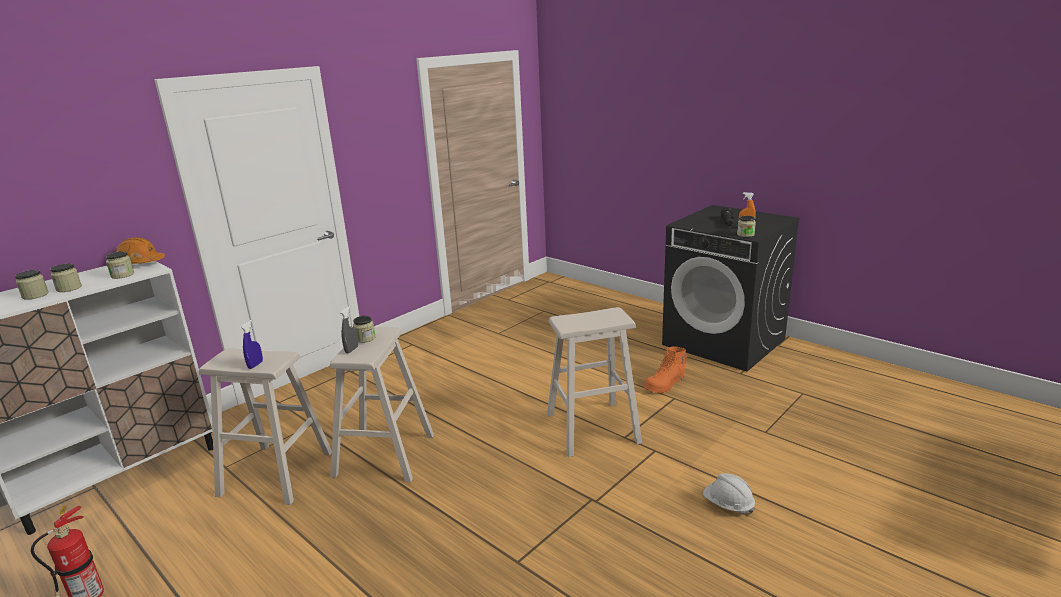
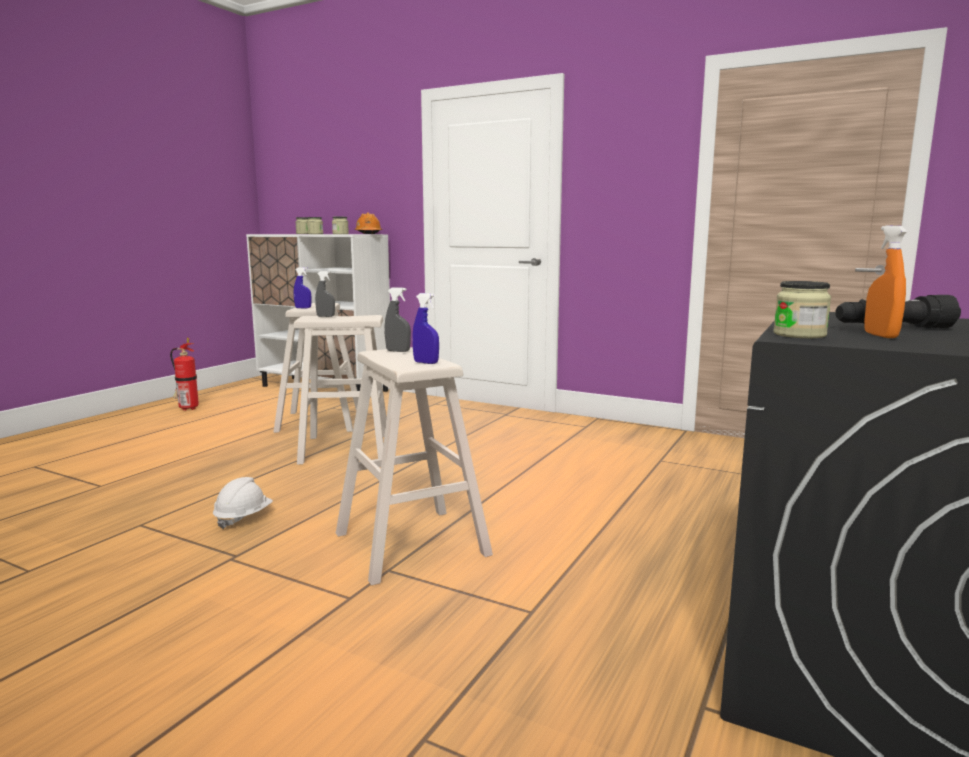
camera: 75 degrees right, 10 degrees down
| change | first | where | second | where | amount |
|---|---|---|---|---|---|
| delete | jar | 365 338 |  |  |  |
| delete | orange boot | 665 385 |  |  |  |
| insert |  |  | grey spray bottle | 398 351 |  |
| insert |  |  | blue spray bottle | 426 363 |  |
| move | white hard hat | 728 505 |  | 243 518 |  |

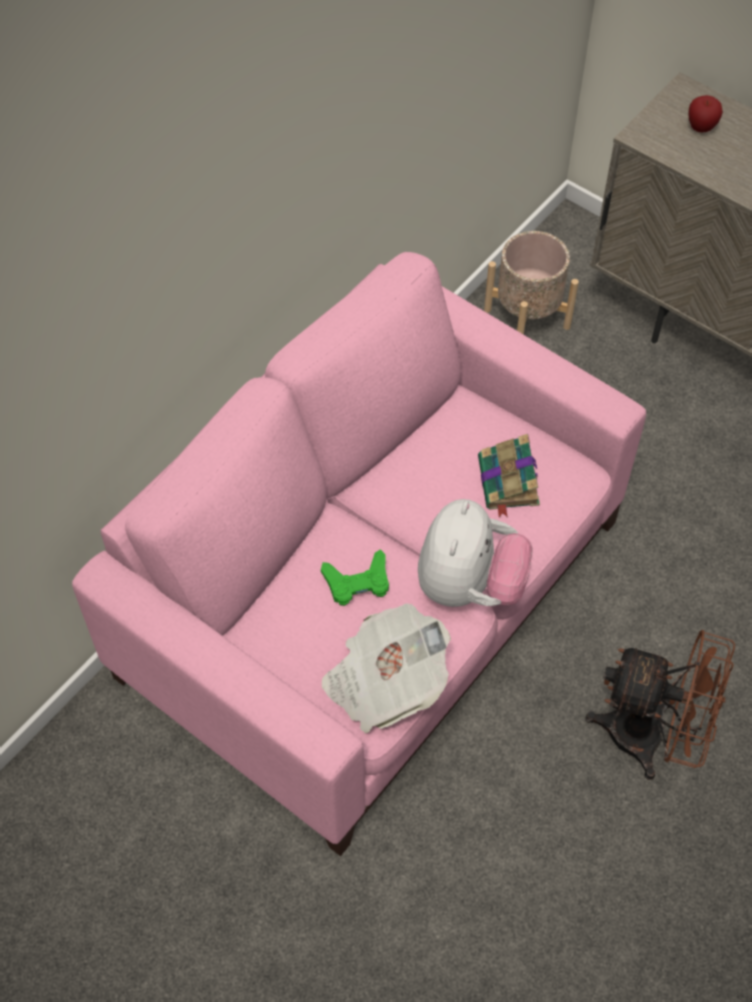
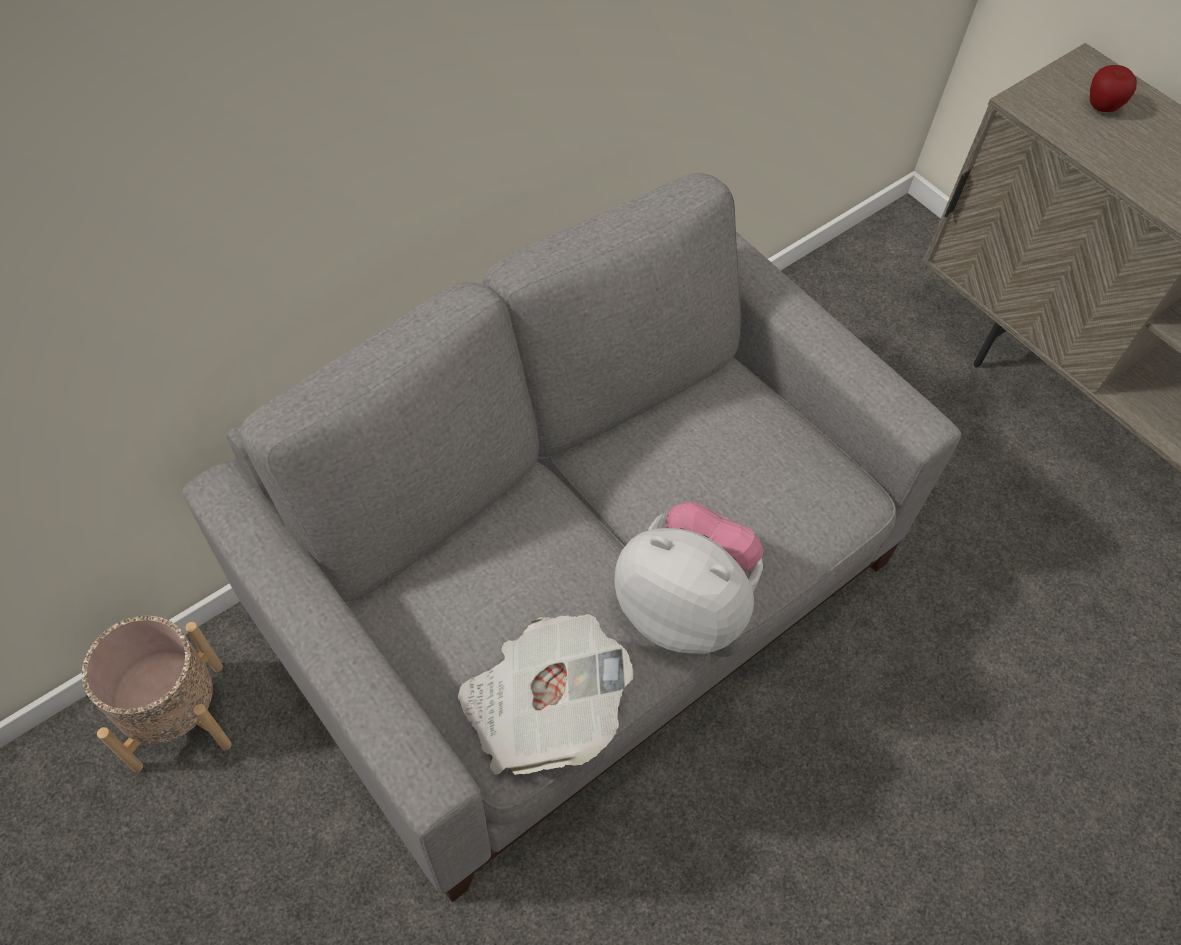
camera: 10 degrees right, 0 degrees up
| change | first | where | second | where | amount |
|---|---|---|---|---|---|
| delete | green game controller | 357 582 |  |  |  |
| delete | book | 508 483 |  |  |  |
| delete | brown fan | 652 737 |  |  |  |
| move | beige planter | 526 318 |  | 177 716 |  |
| recolor | pink sofa | 375 598 | grey sofa | 581 589 |  |
| rotate | plush toy | 469 585 |  | 684 605 | 90 degrees counterclockwise |

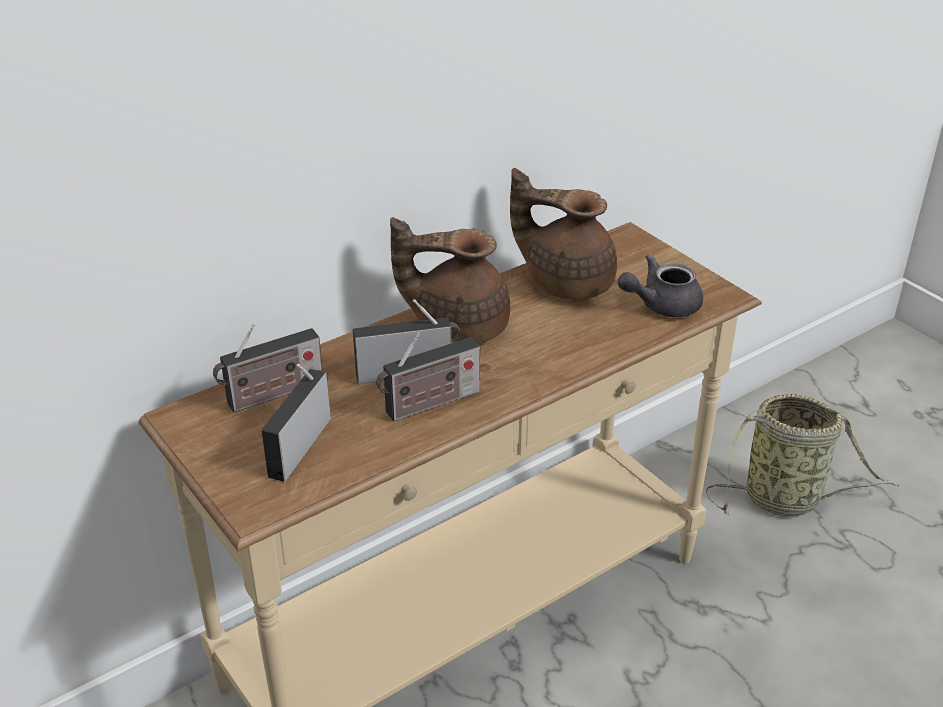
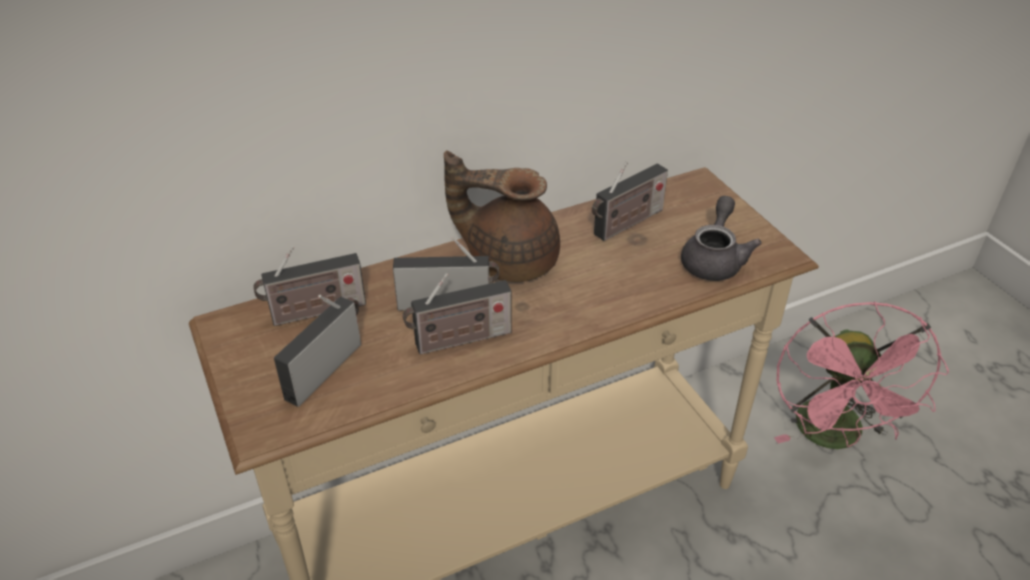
camera: 10 degrees right, 5 degrees up
| change | first | where | second | where | amount |
|---|---|---|---|---|---|
| replace | brown teapot | 566 282 | radio | 626 224 |  |
| replace | basket | 787 499 | pink fan | 834 437 |  |
| rotate | grey teapot | 661 305 |  | 714 259 | 120 degrees clockwise |

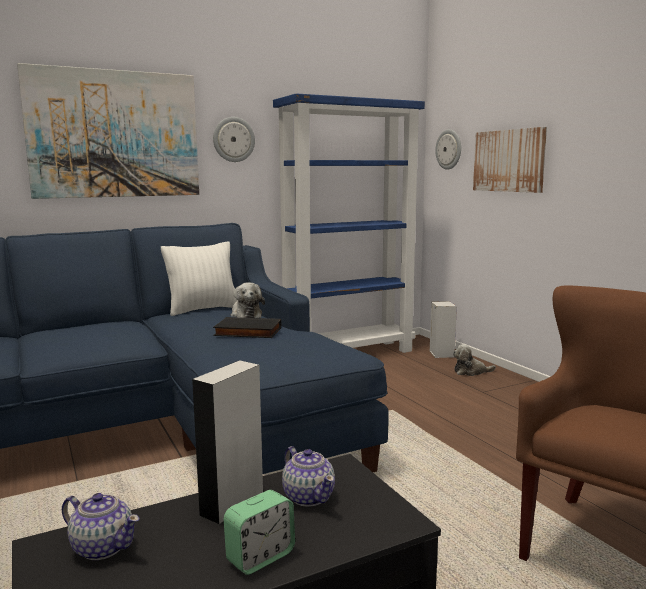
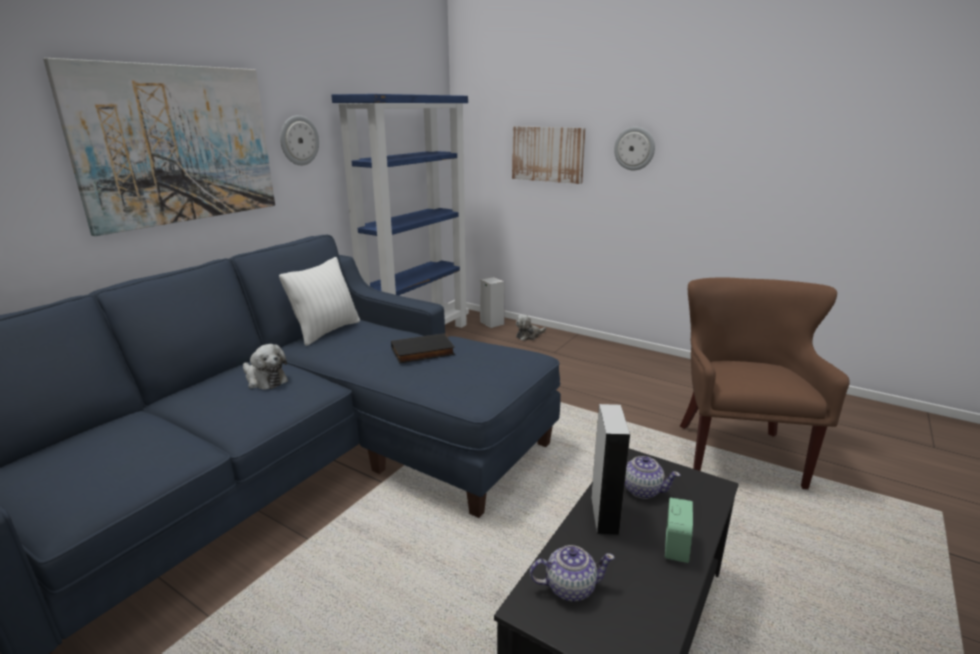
camera: 30 degrees left, 10 degrees up
| change | first | where | second | where | amount |
|---|---|---|---|---|---|
| move | plush toy | 245 315 |  | 265 380 |  |
| move | wall clock | 449 149 |  | 634 148 |  |

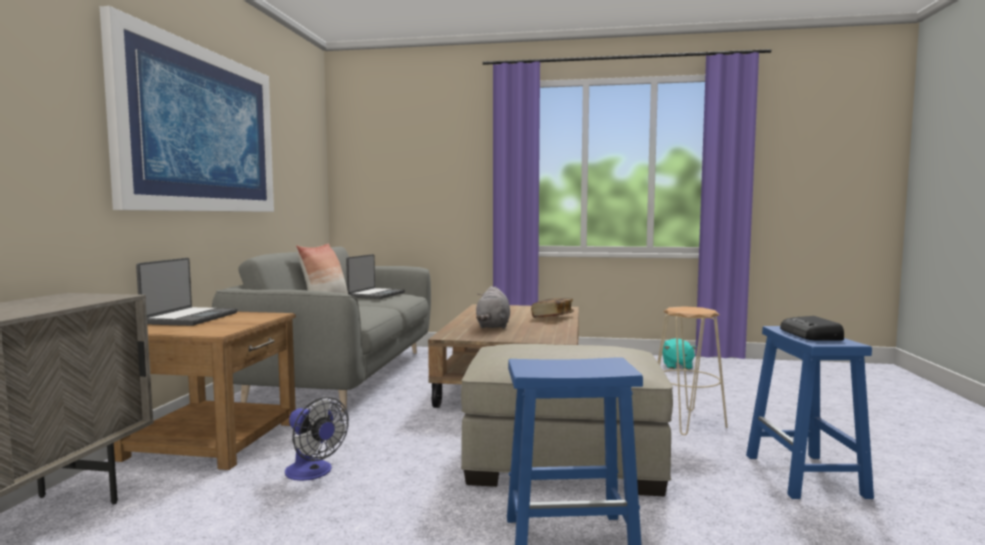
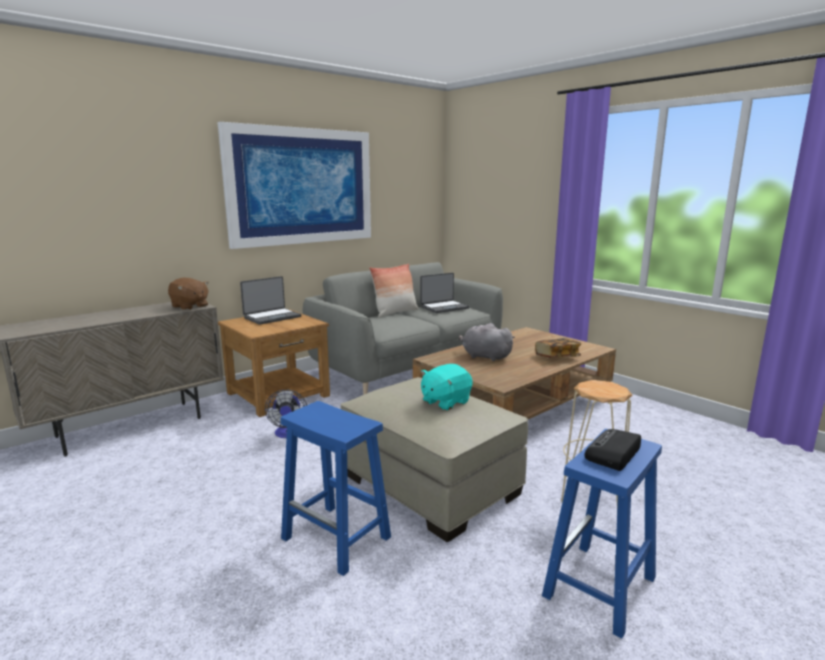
camera: 40 degrees right, 10 degrees up
| change | first | where | second | where | amount |
|---|---|---|---|---|---|
| insert |  |  | brown plush toy | 189 306 |  |
| move | turquoise plush toy | 677 366 |  | 445 402 |  |
| rotate | grey plush toy | 493 326 |  | 484 356 | 75 degrees clockwise |

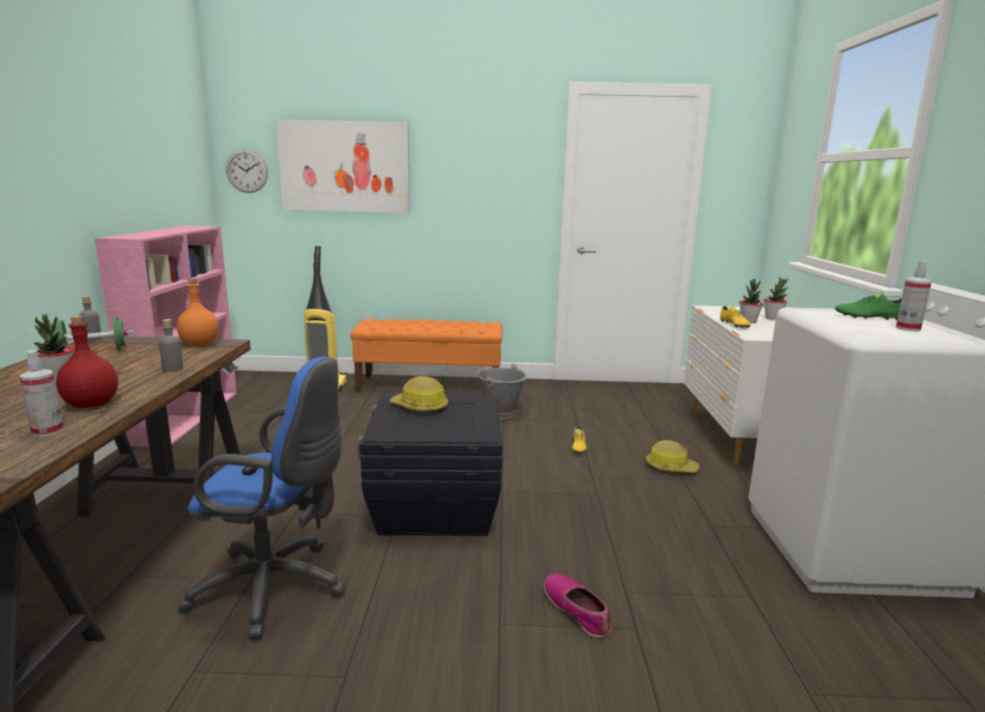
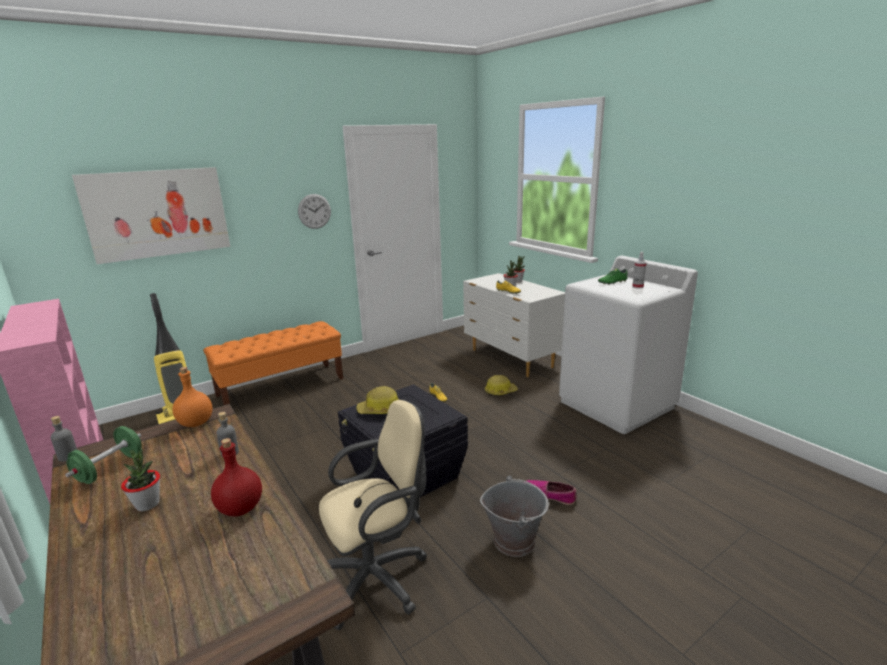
camera: 35 degrees left, 5 degrees up
| change | first | where | second | where | amount |
|---|---|---|---|---|---|
| delete | spray bottle | 47 432 |  |  |  |
| move | wall clock | 247 171 |  | 314 211 |  |
| move | grey bucket | 500 413 |  | 514 540 |  |
| recolor | blue office chair | 276 589 | beige office chair | 378 578 |  |

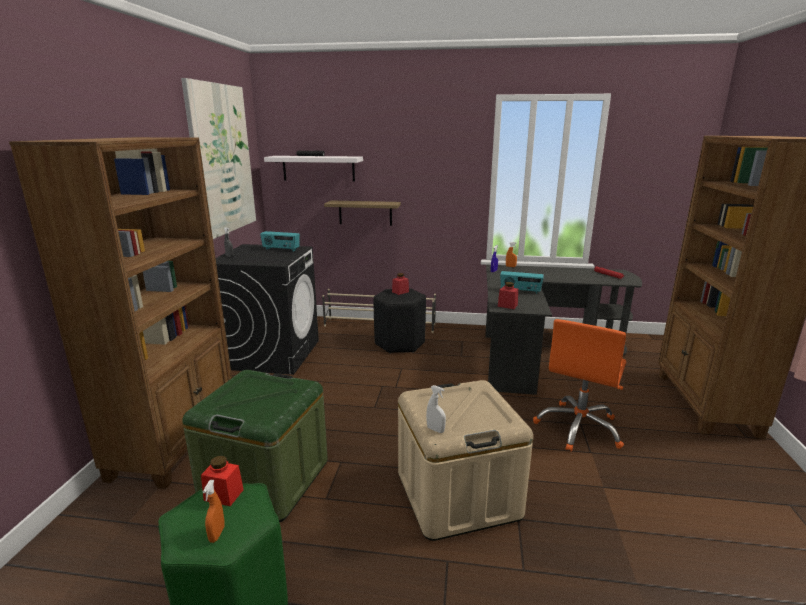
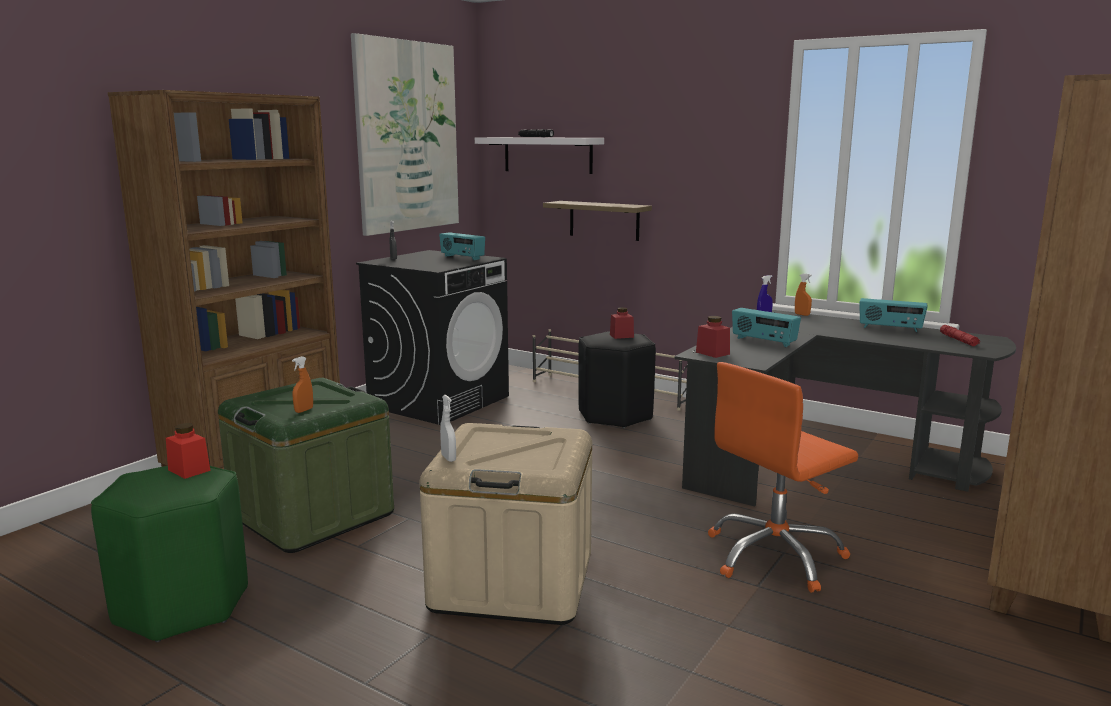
camera: 25 degrees right, 5 degrees down
| change | first | where | second | where | amount |
|---|---|---|---|---|---|
| insert |  |  | radio | 890 328 |  |
| move | orange spray bottle | 217 534 |  | 304 410 |  |

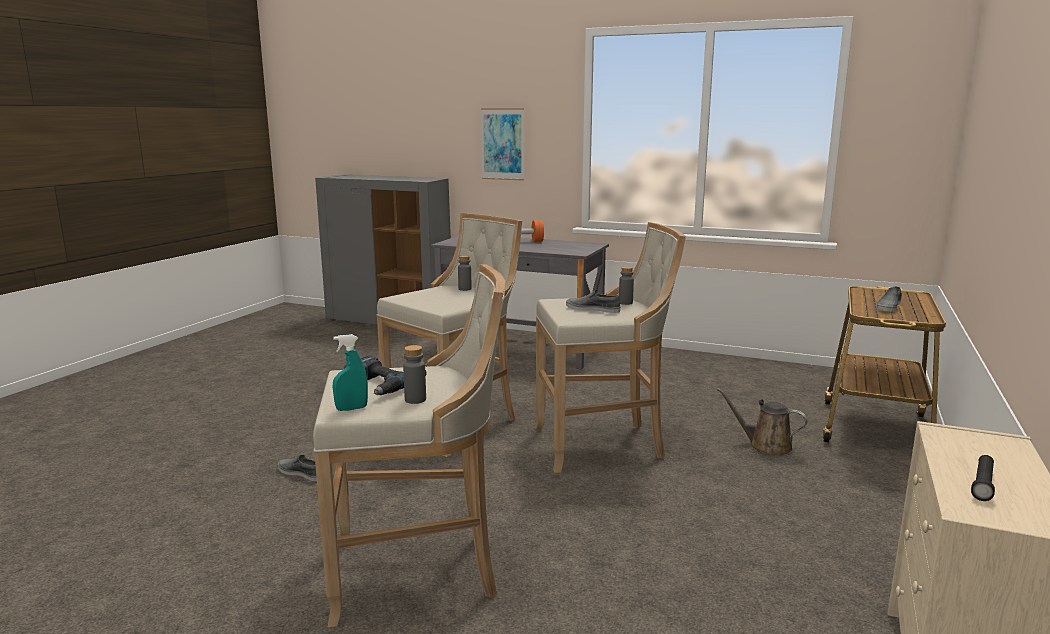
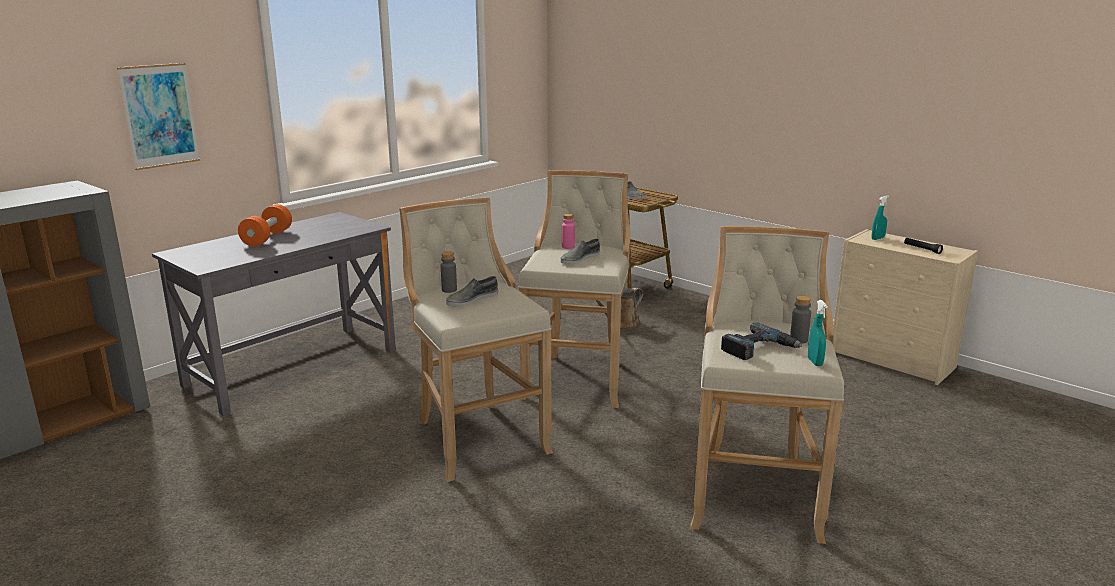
camera: 70 degrees left, 5 degrees up
| change | first | where | second | where | amount |
|---|---|---|---|---|---|
| insert |  |  | turquoise spray bottle | 877 238 |  |
| move | grey shoe | 301 473 |  | 472 299 |  |
| recolor | grey bottle | 625 303 | pink bottle | 568 247 |  |

